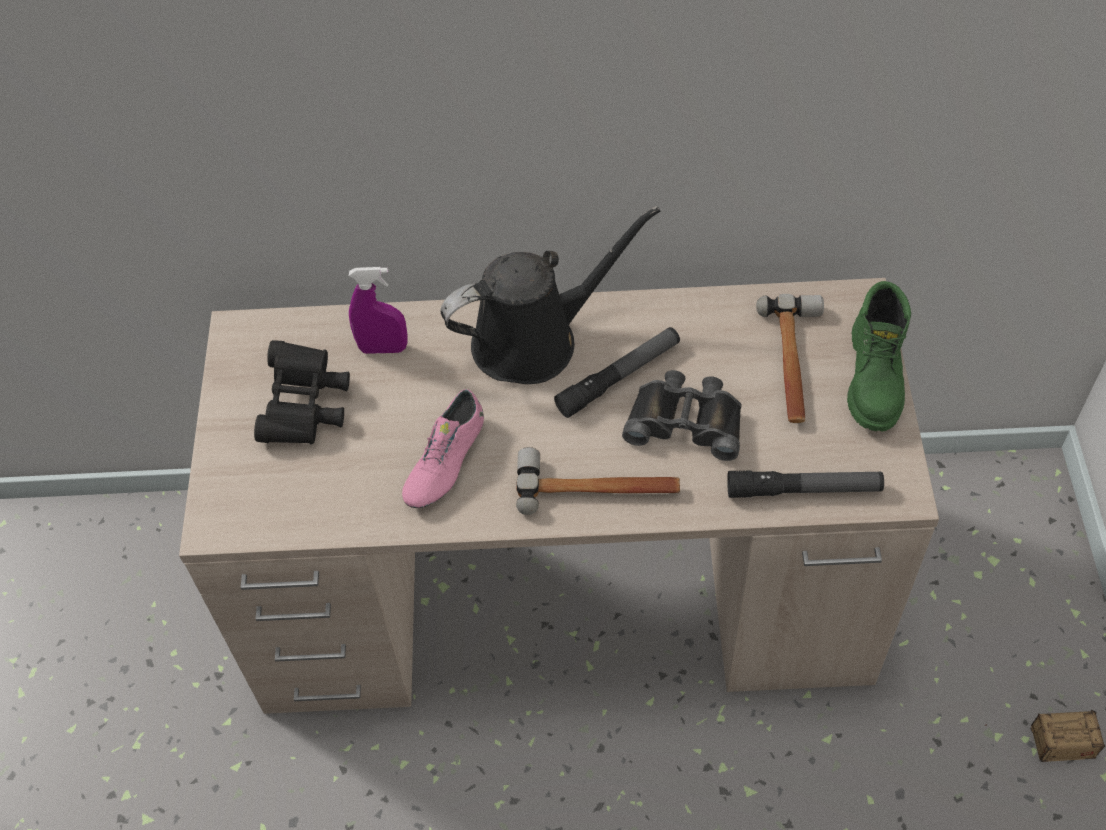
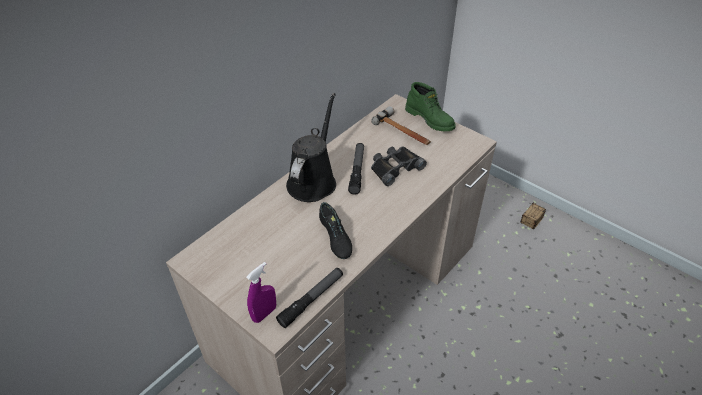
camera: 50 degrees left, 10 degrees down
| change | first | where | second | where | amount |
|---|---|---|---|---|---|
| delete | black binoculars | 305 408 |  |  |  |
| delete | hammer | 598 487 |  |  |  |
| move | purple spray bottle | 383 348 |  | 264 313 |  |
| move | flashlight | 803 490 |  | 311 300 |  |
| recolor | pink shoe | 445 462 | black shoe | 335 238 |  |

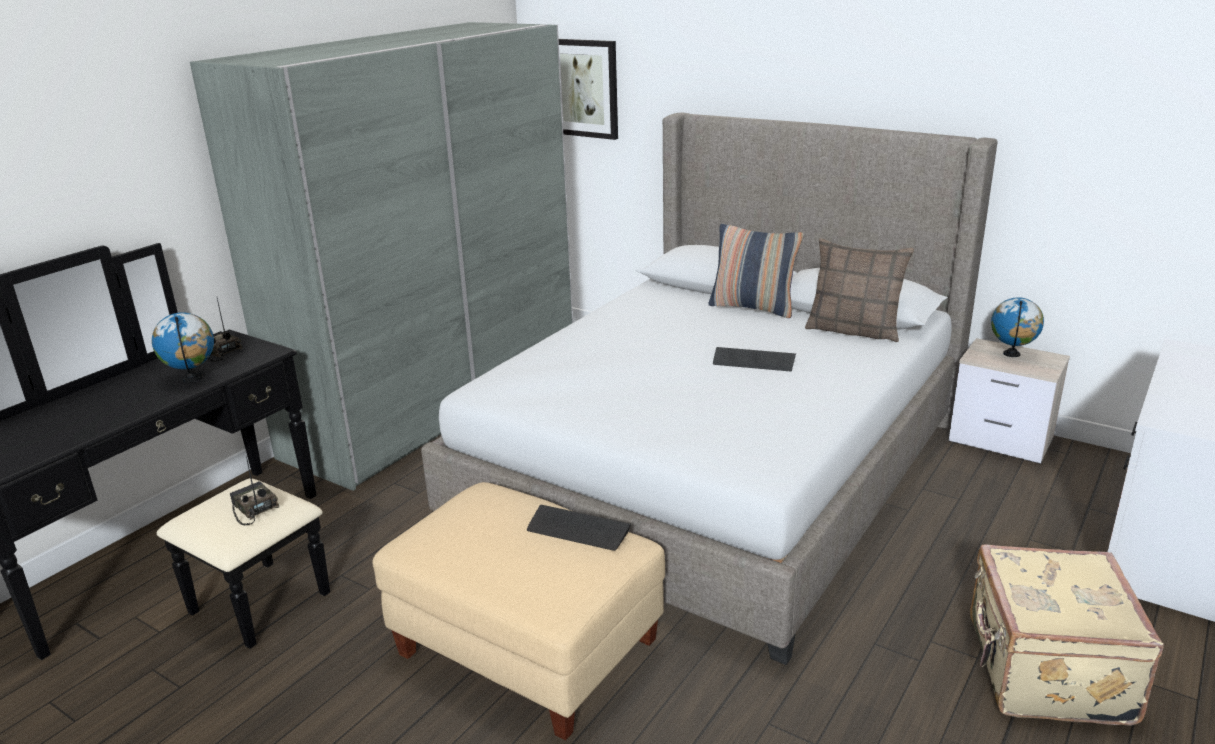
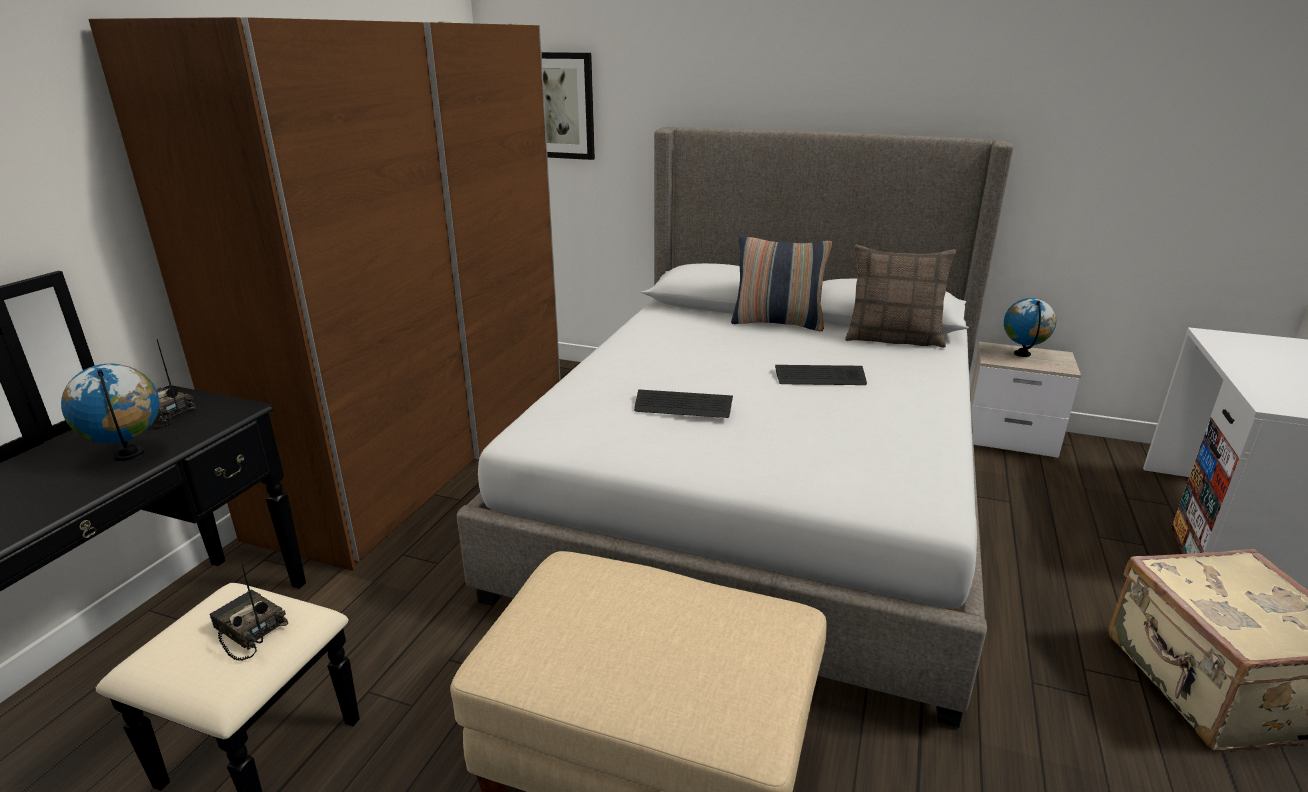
camera: 15 degrees left, 0 degrees up
| change | first | where | second | where | amount |
|---|---|---|---|---|---|
| move | keyboard | 578 529 |  | 683 406 |  |
| recolor | grey wardrobe | 438 403 | brown wardrobe | 426 452 |  |

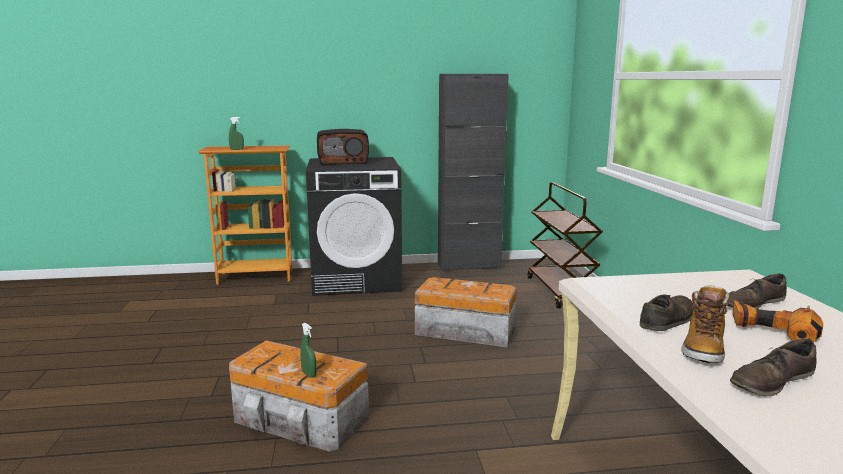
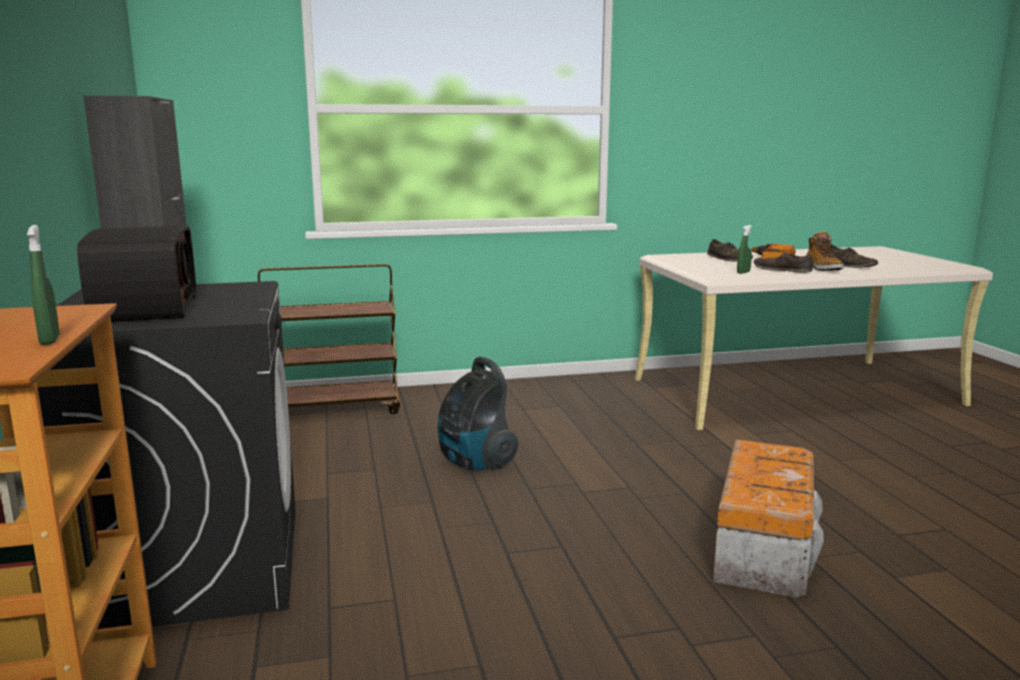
camera: 95 degrees left, 0 degrees up
| change | first | where | second | where | amount |
|---|---|---|---|---|---|
| move | green spray bottle | 309 374 |  | 743 272 |  |
| replace | storage box | 464 331 | vacuum cleaner | 475 463 |  |
| rotate | boot | 703 349 |  | 822 269 | 60 degrees clockwise |

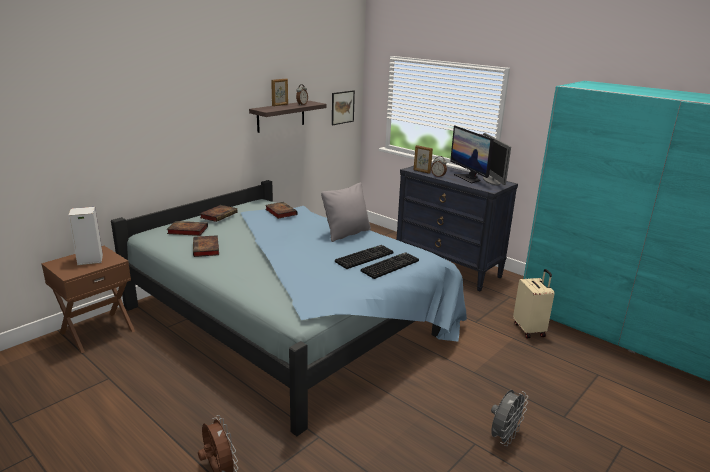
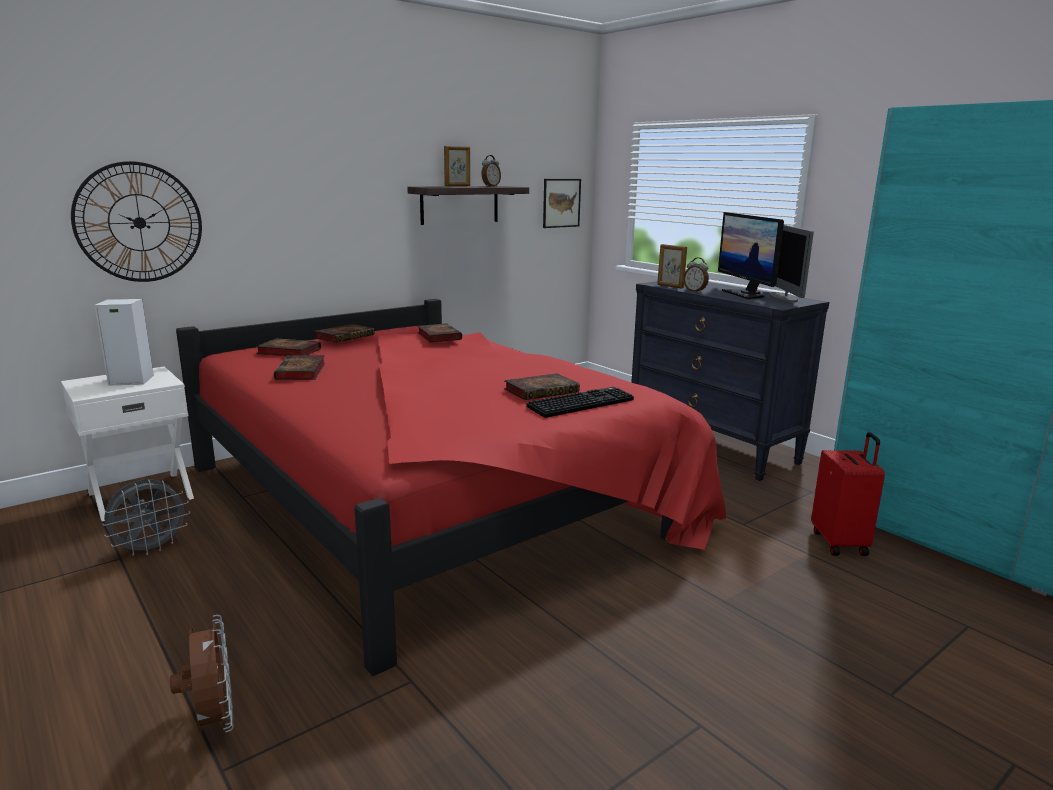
camera: 10 degrees right, 5 degrees down
| change | first | where | second | where | amount |
|---|---|---|---|---|---|
| delete | grey pillow | 346 233 |  |  |  |
| insert |  |  | wall clock | 139 222 |  |
| move | grey fan | 504 437 |  | 151 549 |  |
| replace | keyboard | 364 257 | book | 542 391 |  |
| recolor | brown nightstand | 97 331 | white nightstand | 140 495 |  |
| recolor | blue bed | 292 320 | red bed | 436 500 |  |
| recolor | beige suitcase | 529 330 | red suitcase | 840 543 |  |

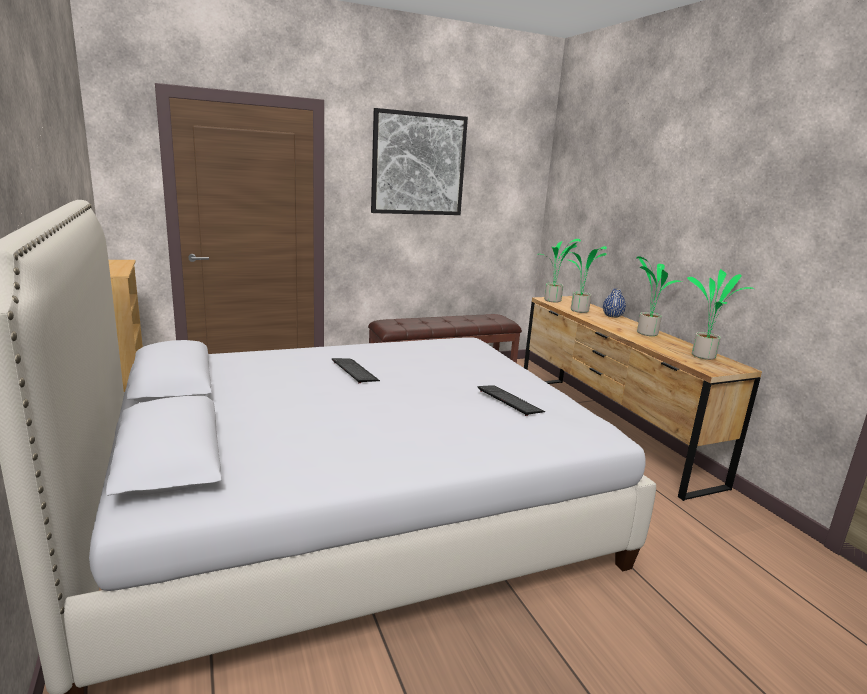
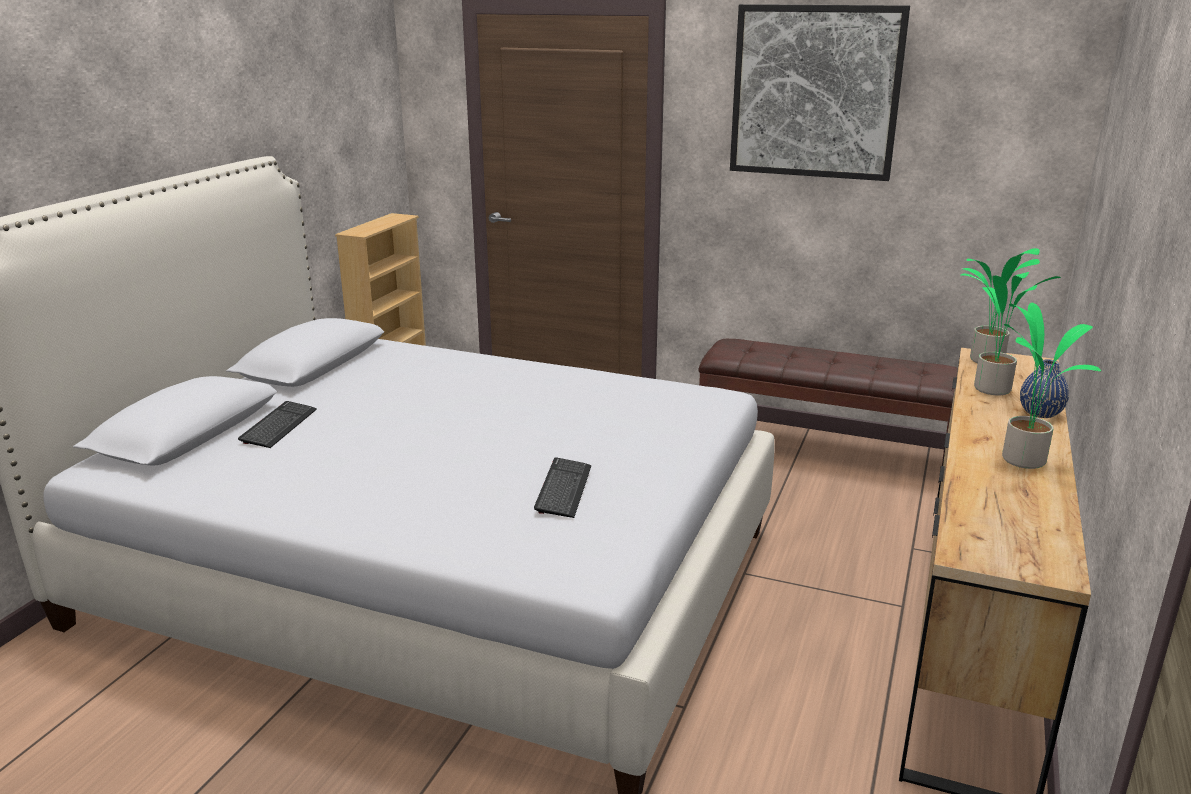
camera: 45 degrees right, 5 degrees up
| change | first | where | second | where | amount |
|---|---|---|---|---|---|
| delete | potted plant | 705 356 |  |  |  |
| move | keyboard | 354 371 |  | 279 426 |  |

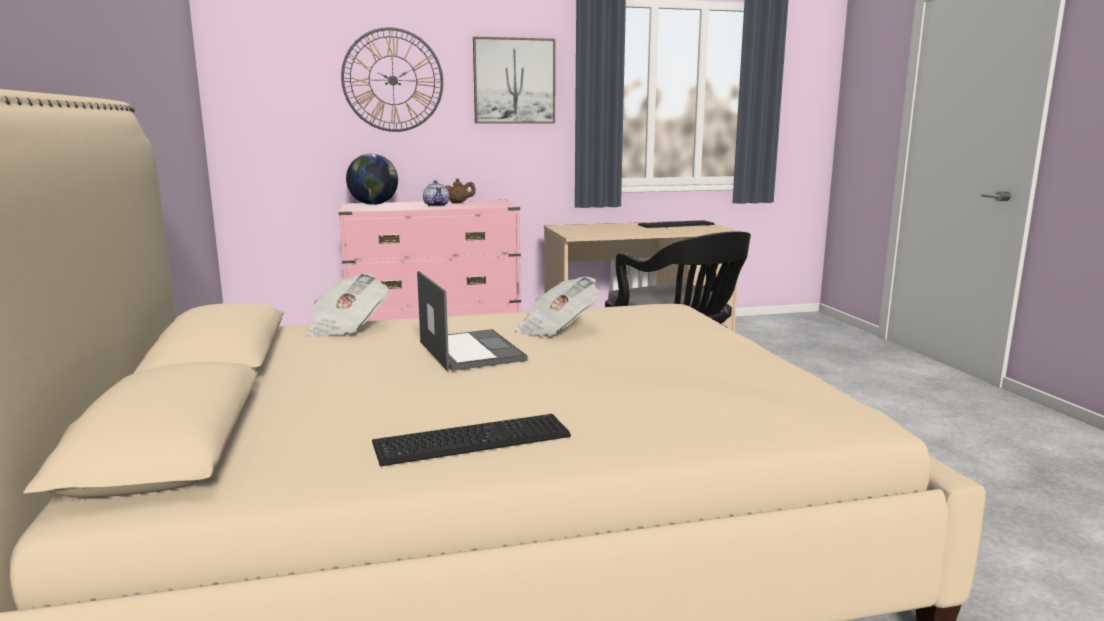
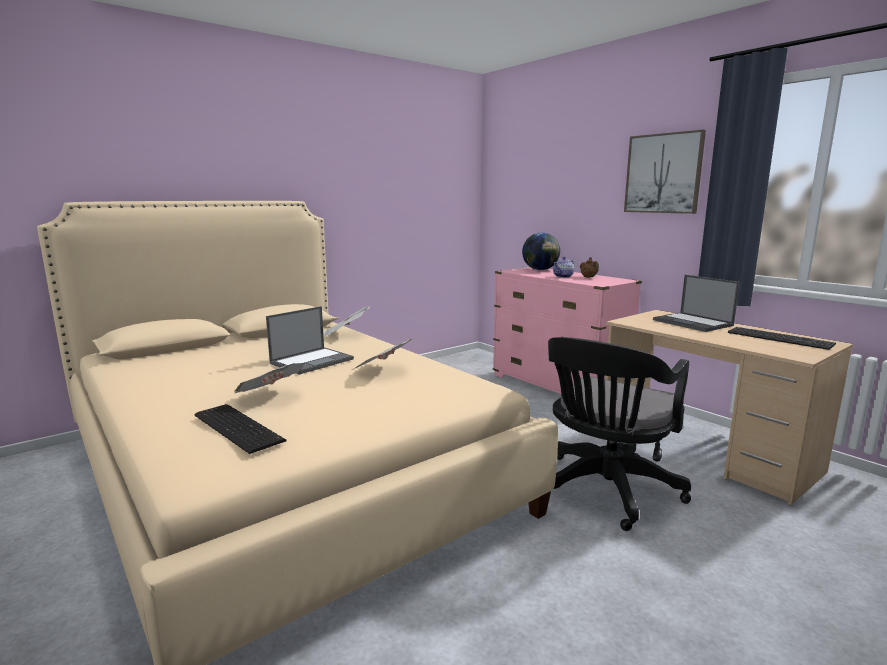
camera: 65 degrees right, 0 degrees up
| change | first | where | second | where | amount |
|---|---|---|---|---|---|
| delete | wall clock | 393 80 |  |  |  |
| insert |  |  | newspaper | 270 396 |  |
| insert |  |  | laptop | 693 323 |  |
| move | keyboard | 469 438 |  | 239 426 |  |

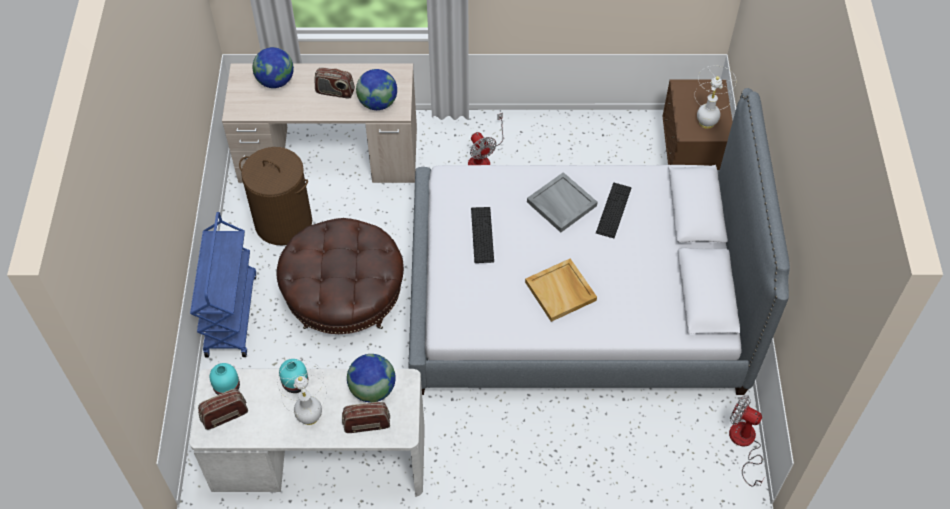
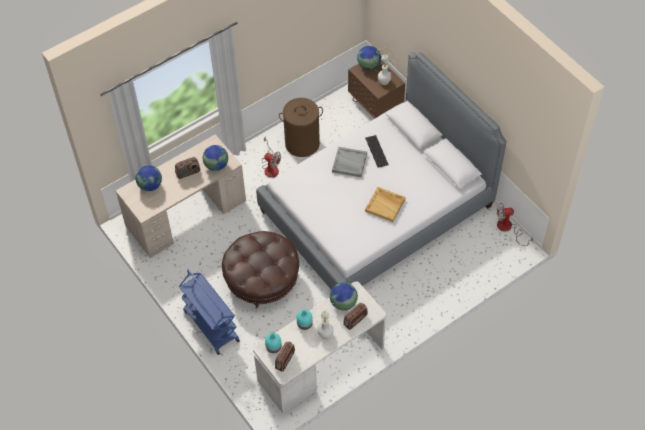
camera: 35 degrees left, 0 degrees up
| change | first | where | second | where | amount |
|---|---|---|---|---|---|
| delete | keyboard | 482 234 |  |  |  |
| insert |  |  | globe | 368 65 |  |
| move | brown laundry basket | 284 222 |  | 302 143 |  |

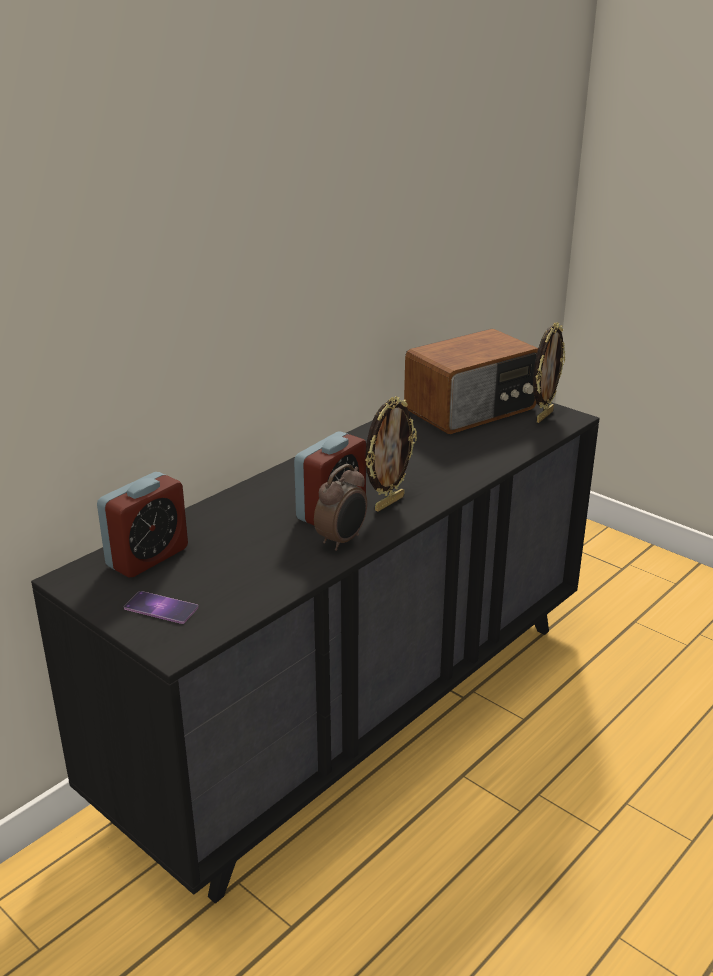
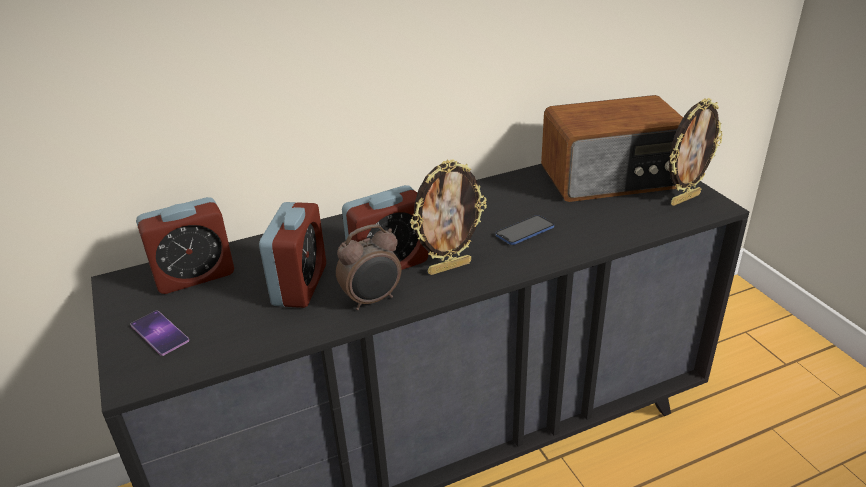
camera: 25 degrees right, 5 degrees up
| change | first | where | second | where | amount |
|---|---|---|---|---|---|
| insert |  |  | alarm clock | 300 285 |  |
| insert |  |  | phone | 524 231 |  |

